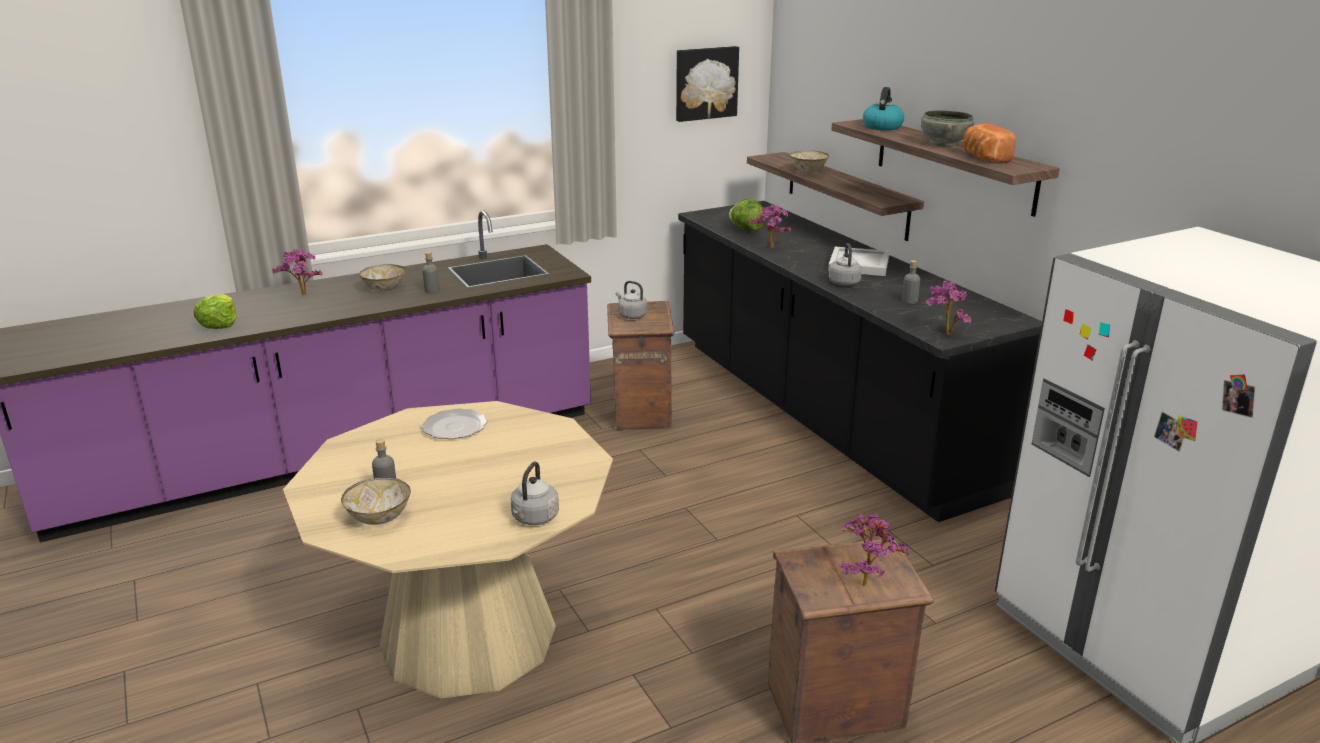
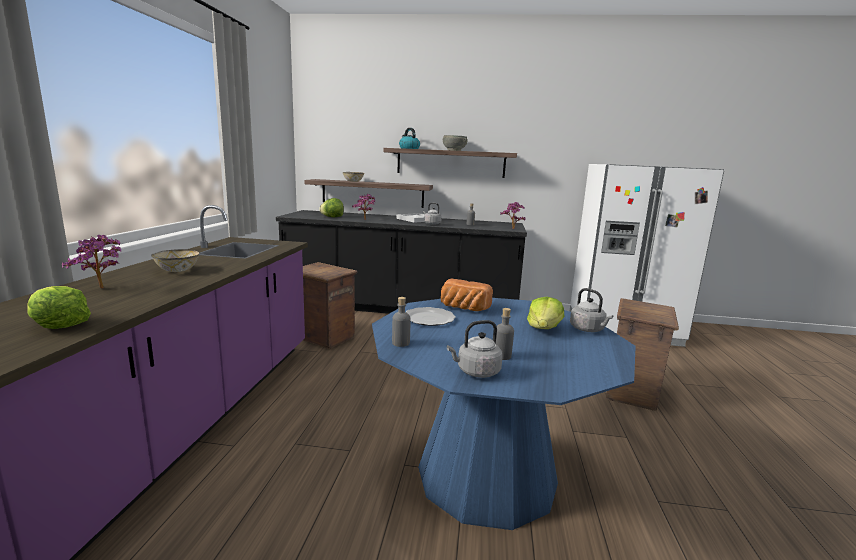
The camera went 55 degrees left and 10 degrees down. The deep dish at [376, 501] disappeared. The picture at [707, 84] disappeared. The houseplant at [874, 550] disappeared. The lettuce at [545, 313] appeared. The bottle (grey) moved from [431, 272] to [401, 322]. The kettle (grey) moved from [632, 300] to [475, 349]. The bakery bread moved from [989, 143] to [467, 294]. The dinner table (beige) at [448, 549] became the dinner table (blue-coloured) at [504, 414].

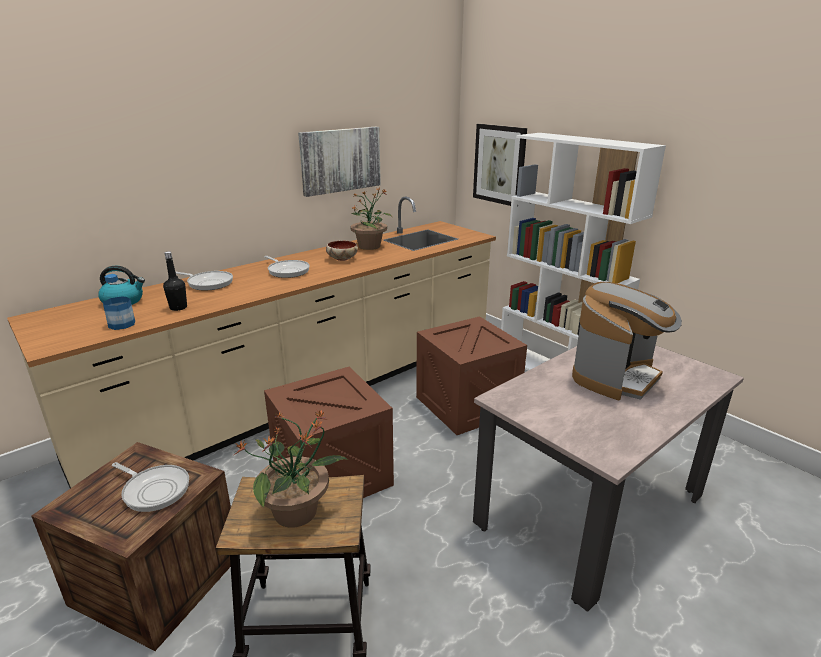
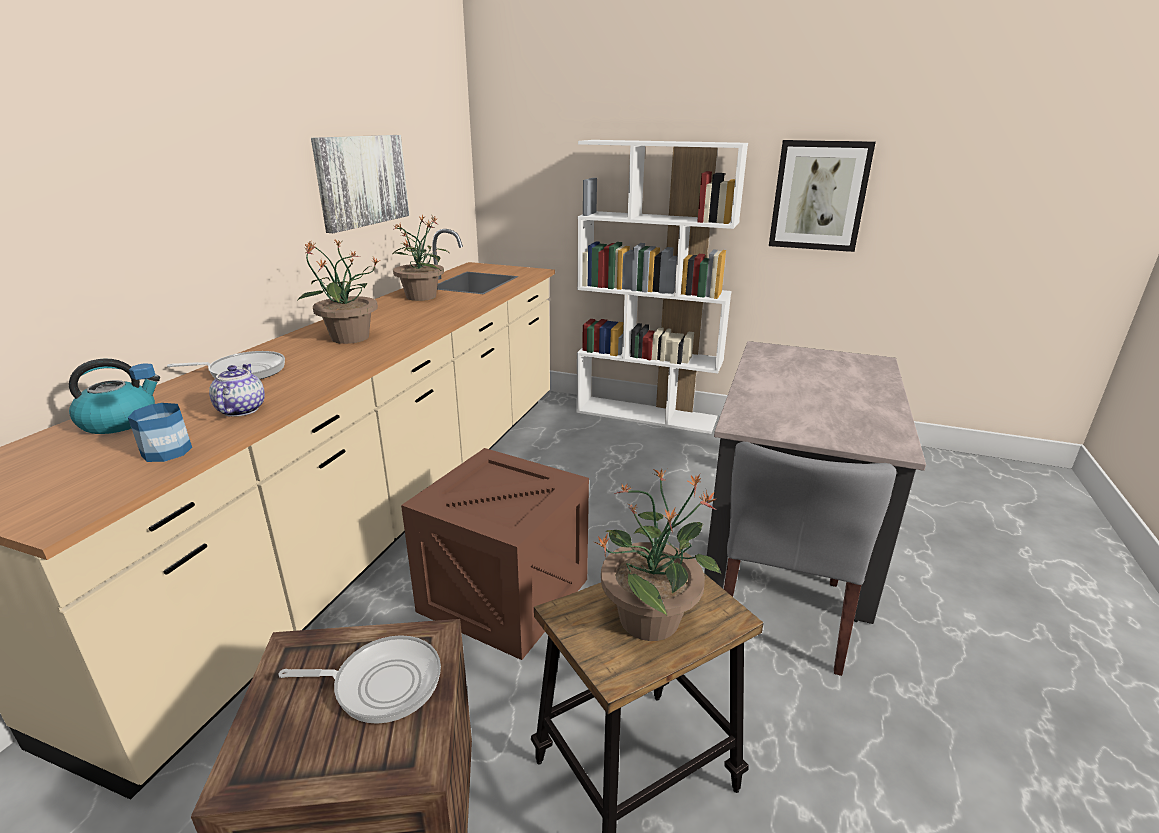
The camera went 30 degrees left and 0 degrees up. The deep dish at [342, 251] disappeared. The crate at [471, 375] disappeared. The coffee maker at [627, 341] disappeared. The plain chair (grey) at [810, 559] appeared. The picture moved from [500, 165] to [822, 196]. The bottle (blackish) at [175, 281] was replaced by the teapot at [237, 390]. The pan at [287, 267] was replaced by the houseplant at [338, 292].

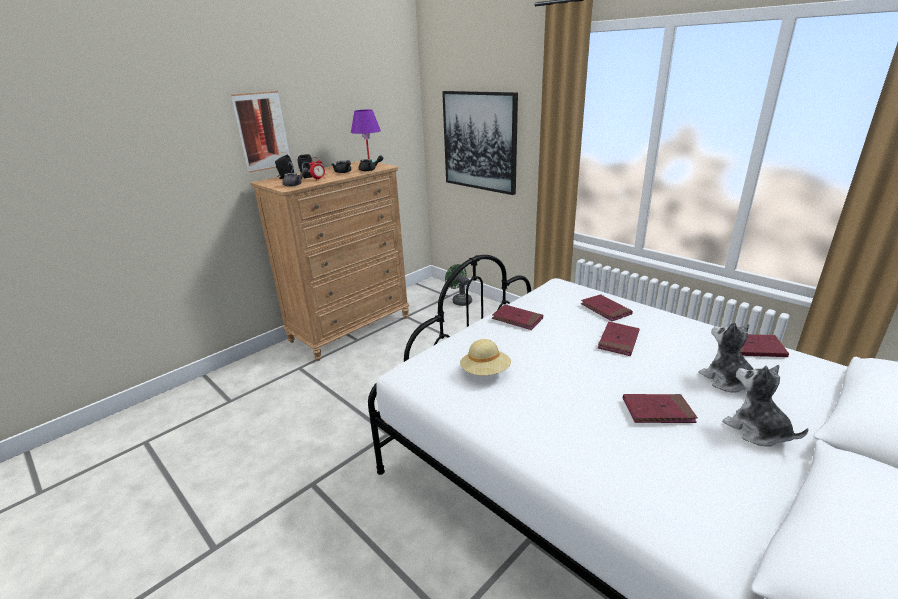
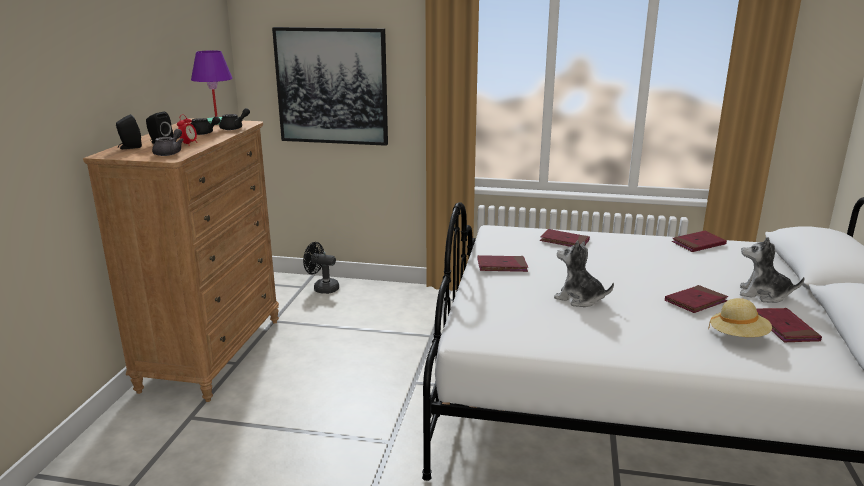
The camera went 35 degrees left and 5 degrees down. The picture at [260, 132] disappeared. The clothing hat (beige) moved from [485, 357] to [740, 317]. The bound book (reddish) moved from [619, 339] to [789, 325]. The plush toy moved from [726, 357] to [584, 273]. The electric fan (green-coloured) at [458, 285] became the electric fan (blackish) at [321, 268].

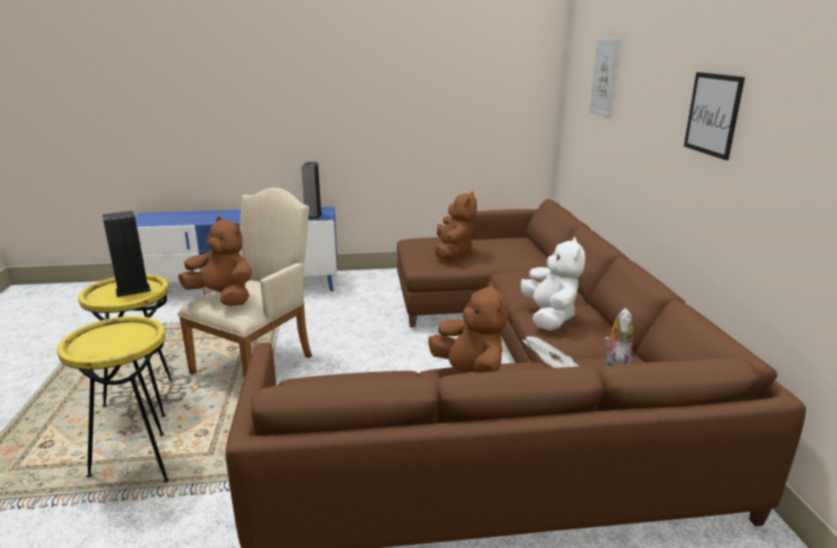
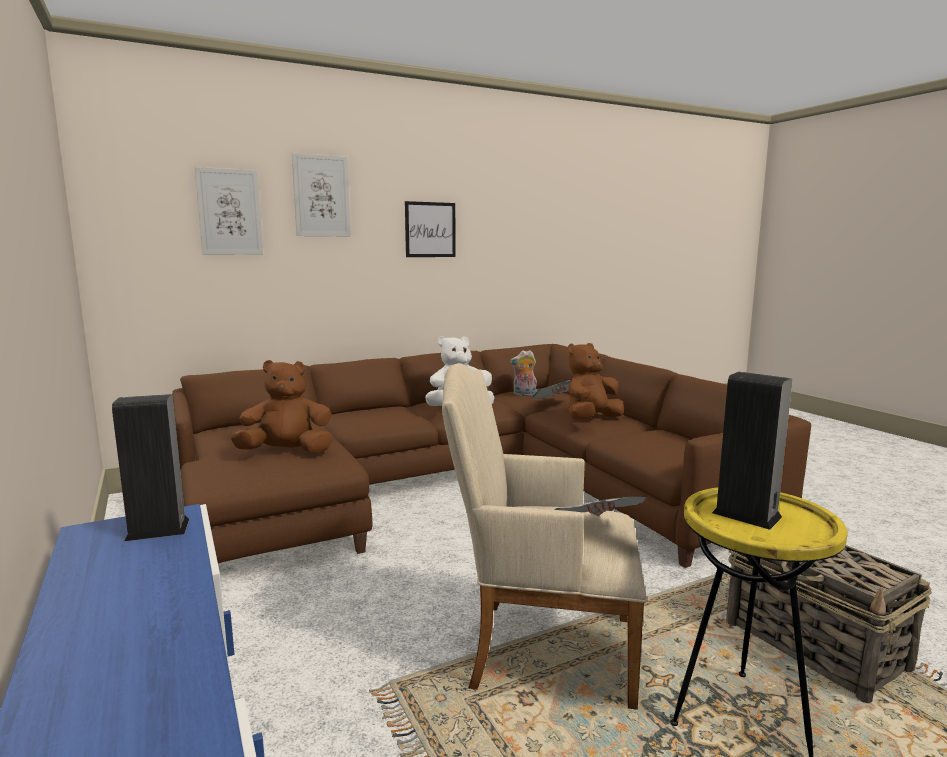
The camera went 110 degrees left and 10 degrees down. The picture at [321, 194] appeared. The end table (yellow) at [113, 399] was replaced by the household basket at [829, 624]. The plush toy (brownish) at [215, 261] was replaced by the daily paper at [600, 506].

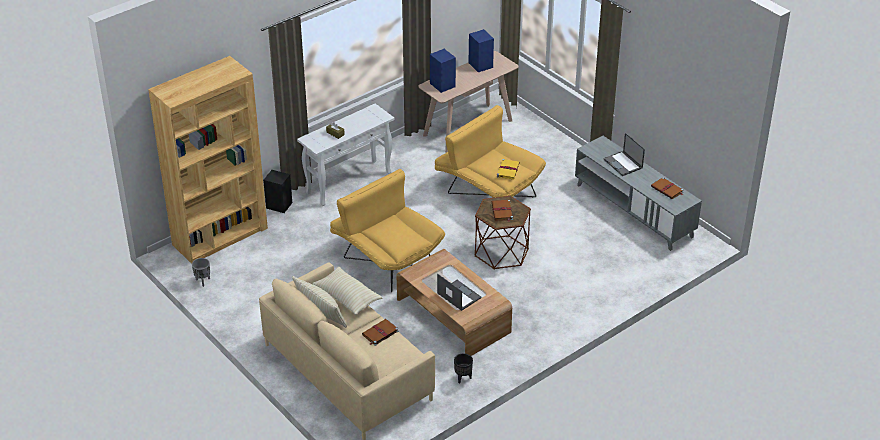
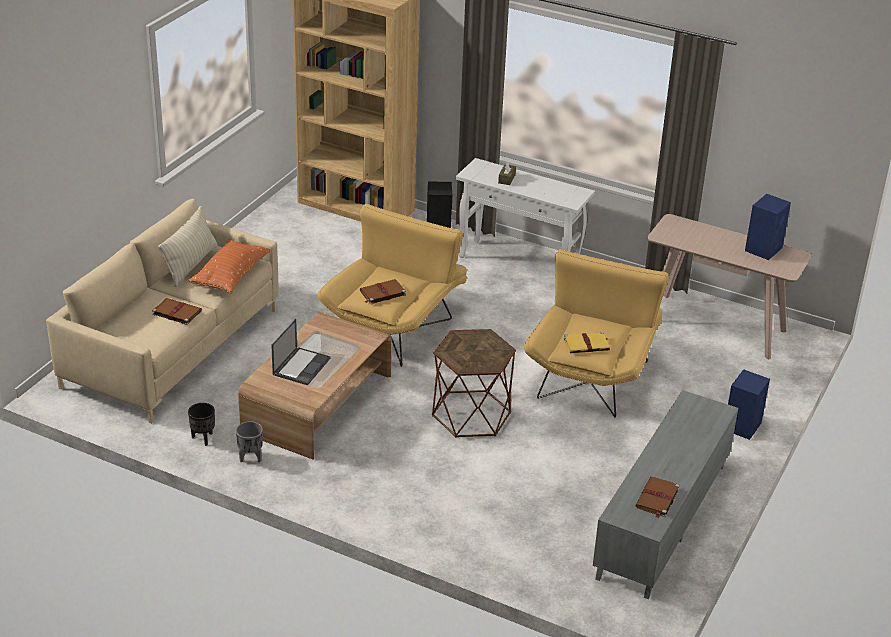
The camera went 65 degrees right and 5 degrees down. The portable computer at [624, 154] disappeared. The flower pot (grey) moved from [201, 272] to [249, 441]. The audio speaker (blue-coloured) moved from [443, 71] to [749, 404]. The bound book (brownish) moved from [502, 211] to [383, 292]. The throw pillow (beige) at [347, 291] became the throw pillow (orangey) at [230, 266].

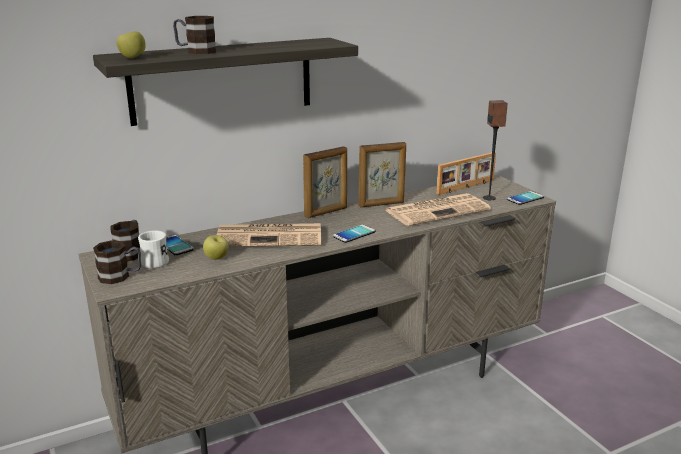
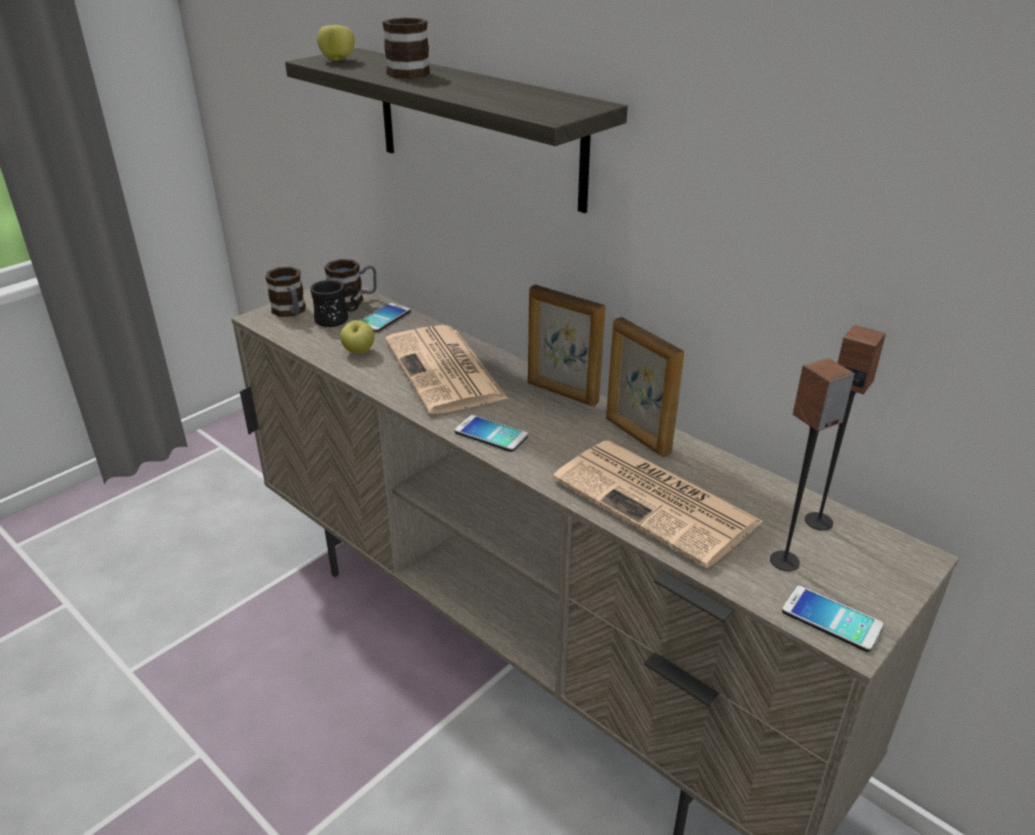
The camera went 70 degrees right and 10 degrees up. The standing frame at [466, 173] was replaced by the audio speaker at [845, 428]. The mug (white) at [153, 249] became the mug (blackish) at [334, 303].

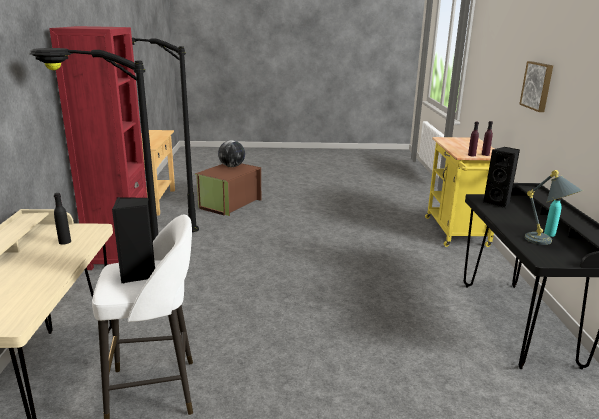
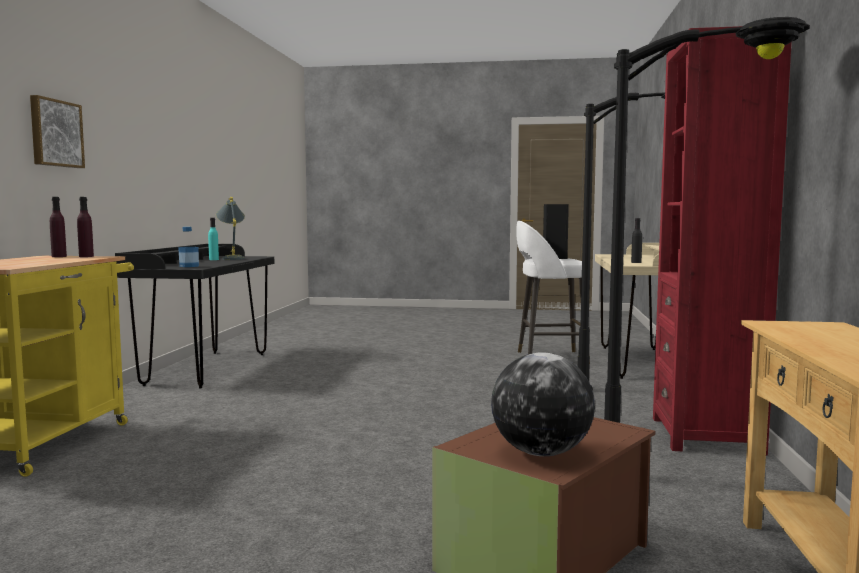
The camera went 170 degrees left and 15 degrees down. The audio speaker (blackish) at [501, 177] was replaced by the bottle at [188, 247].

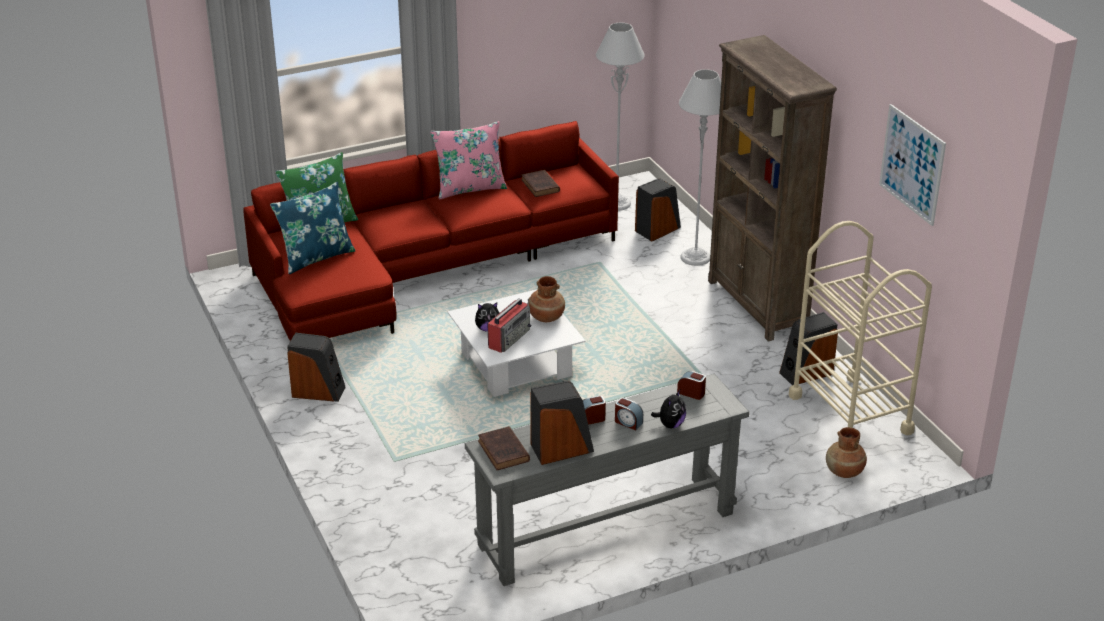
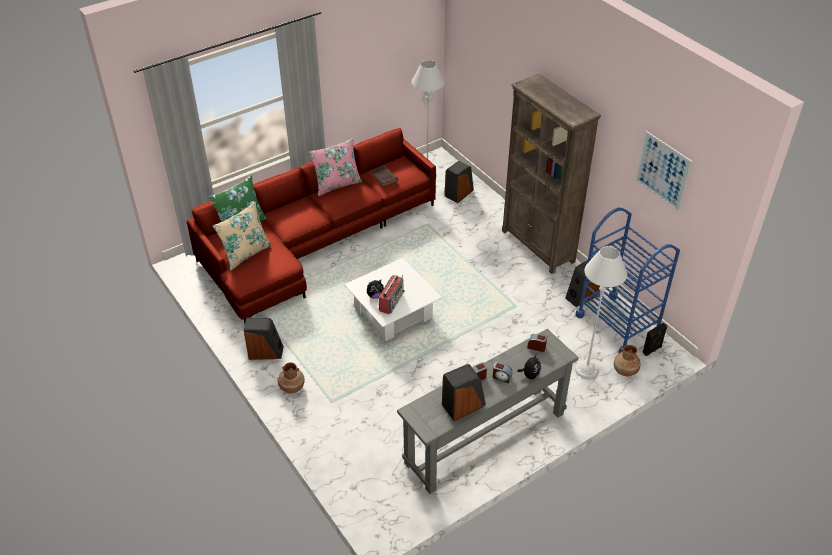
The camera went 10 degrees left and 10 degrees up. The bound book (brownish) at [504, 448] disappeared. The audio speaker (blackish) at [654, 339] appeared. The flower vase (brownish) moved from [547, 299] to [291, 377]. The standing lamp (grey) moved from [700, 167] to [601, 312]. The throw pillow (blue-coloured) at [313, 228] became the throw pillow (beige) at [242, 236]. The wheeled cart (beige) at [860, 328] became the wheeled cart (blue-coloured) at [627, 280].

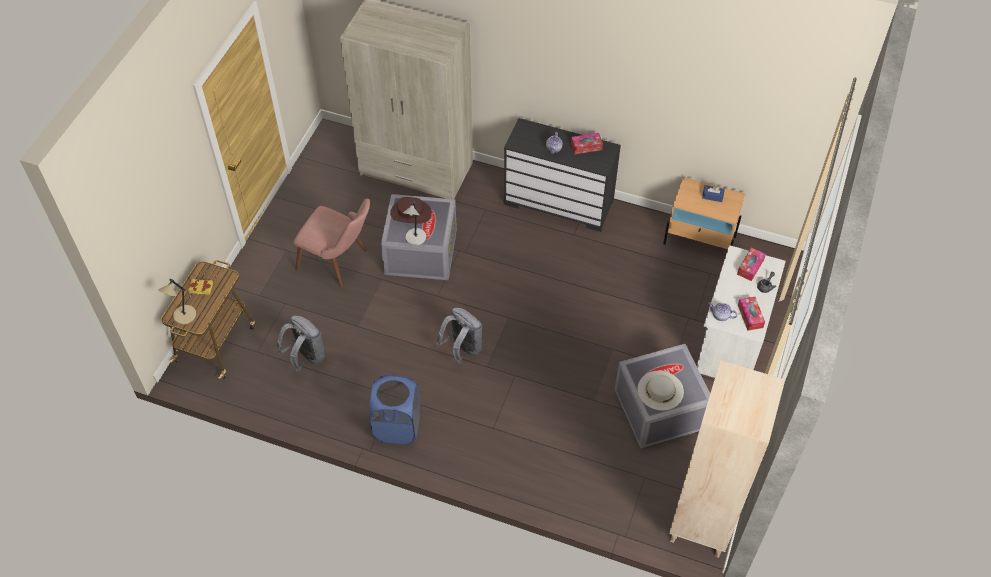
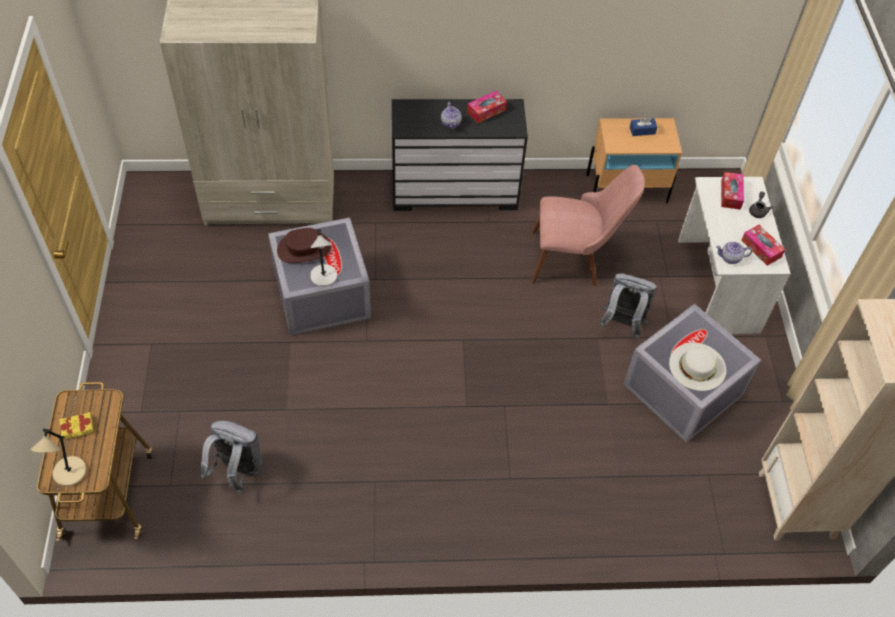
The camera went 25 degrees left and 0 degrees up. The hamper (blue-coloured) at [394, 409] disappeared. The plain chair (pinkish) moved from [331, 243] to [588, 225]. The rucksack (grey) moved from [459, 335] to [628, 306].

